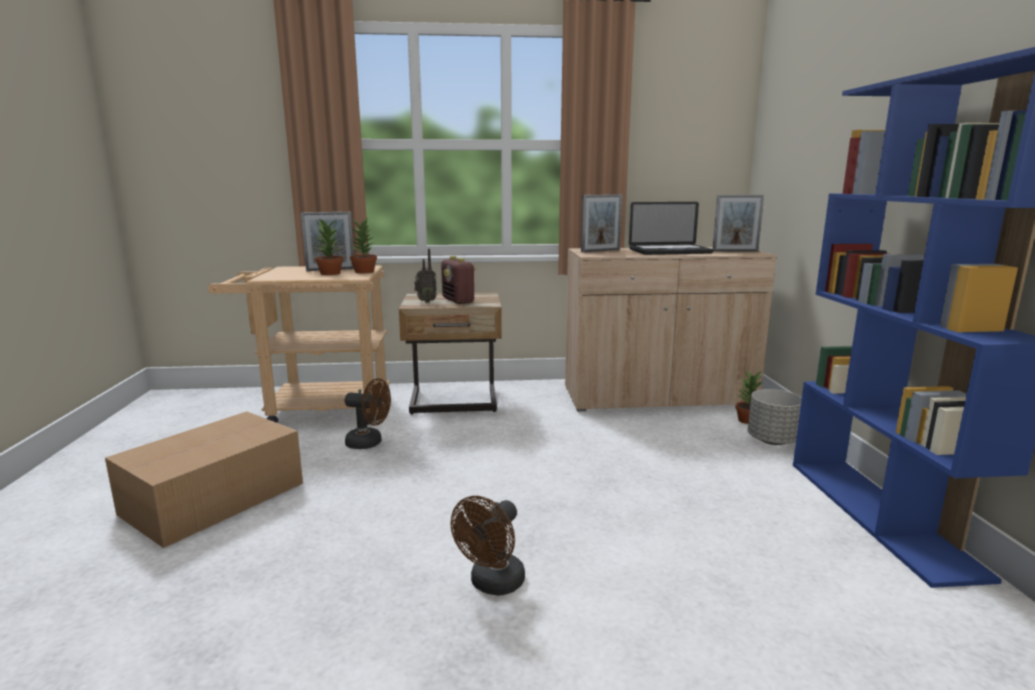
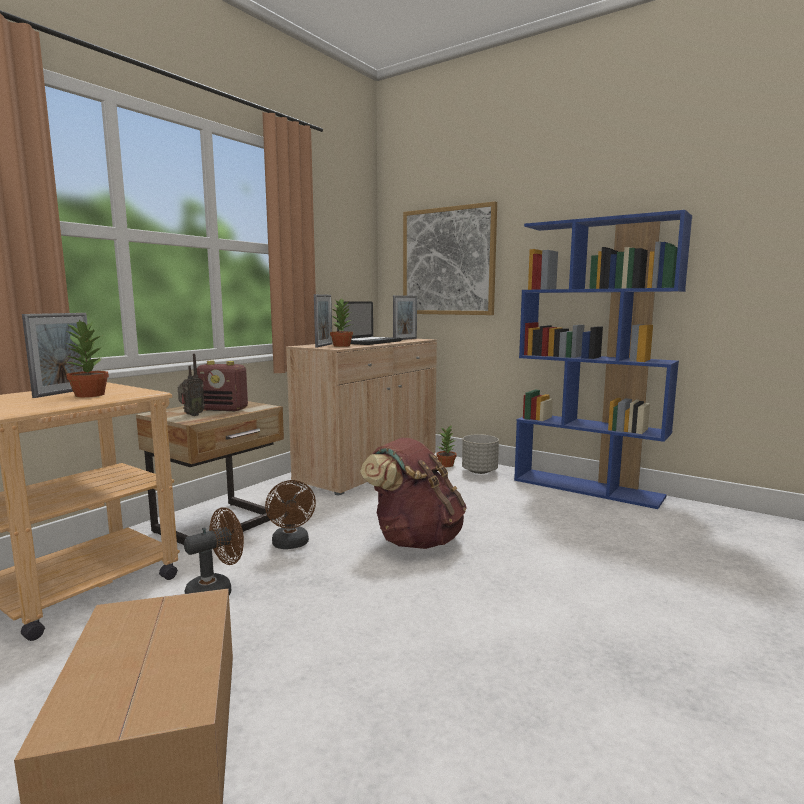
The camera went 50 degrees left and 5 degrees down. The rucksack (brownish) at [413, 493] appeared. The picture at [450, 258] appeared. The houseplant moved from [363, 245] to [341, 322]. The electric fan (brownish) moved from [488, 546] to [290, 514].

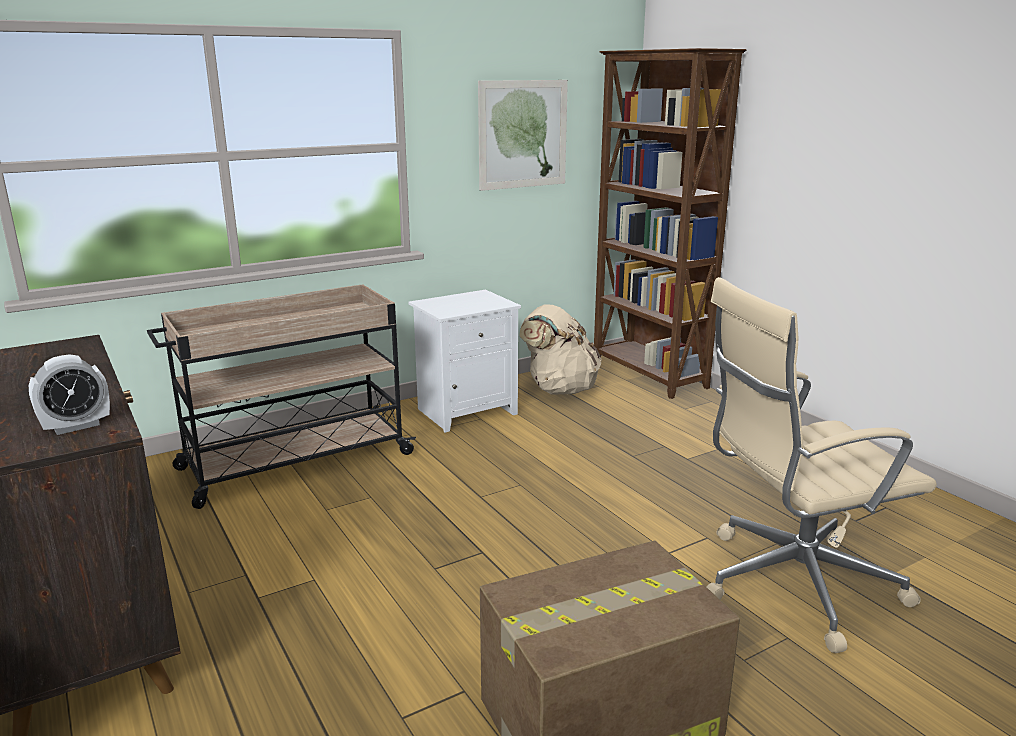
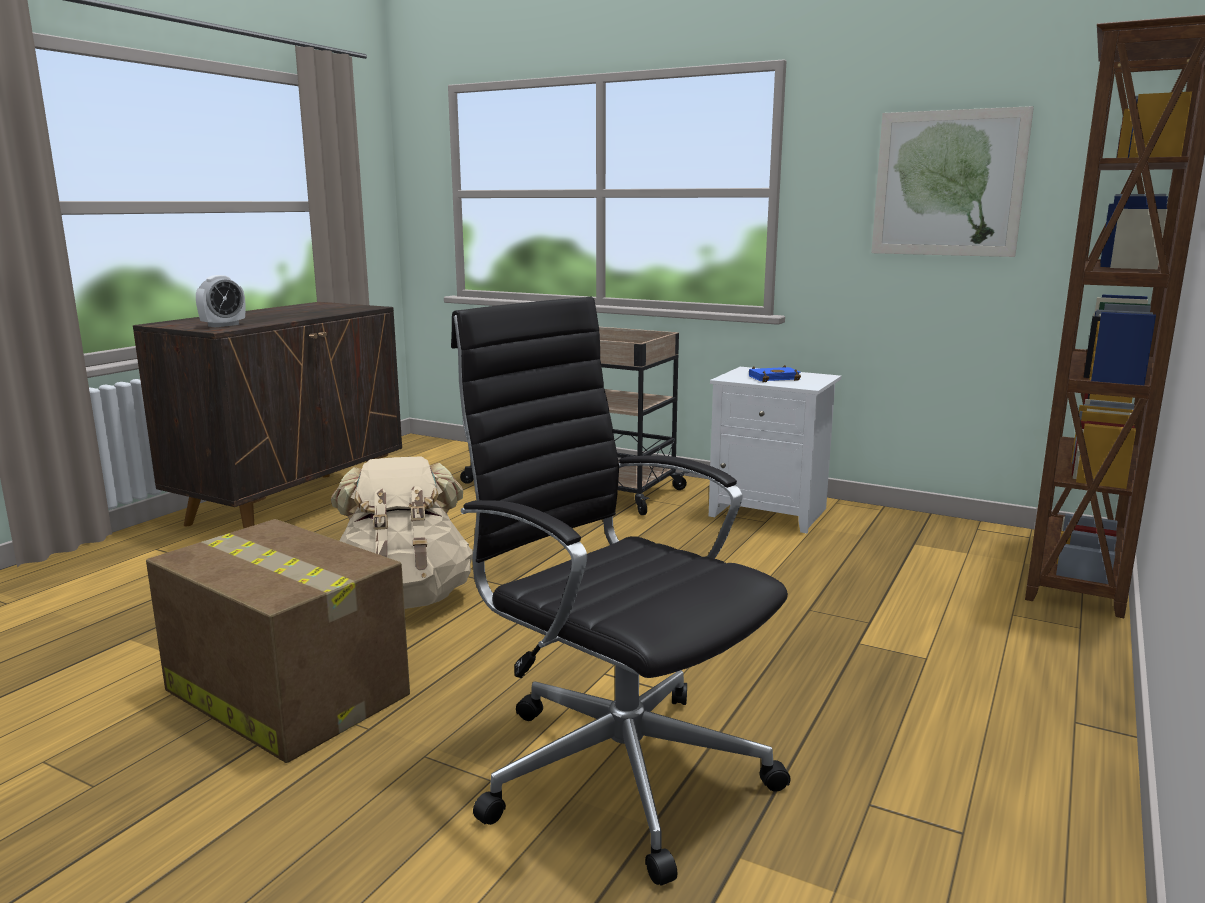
The camera went 60 degrees right and 5 degrees down. The bound book (blue-coloured) at [775, 373] appeared. The rucksack (beige) moved from [560, 349] to [402, 532]. The desk chair (beige) at [822, 465] became the desk chair (blackish) at [621, 591]. The bedside clock at [69, 394] turned 75 degrees counterclockwise.

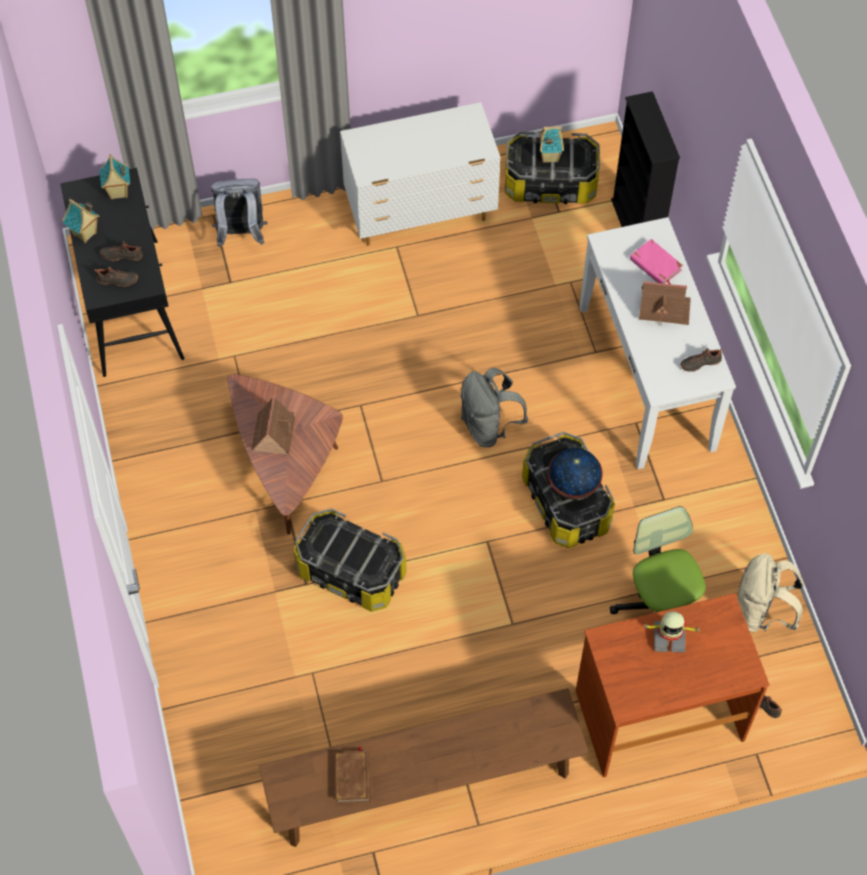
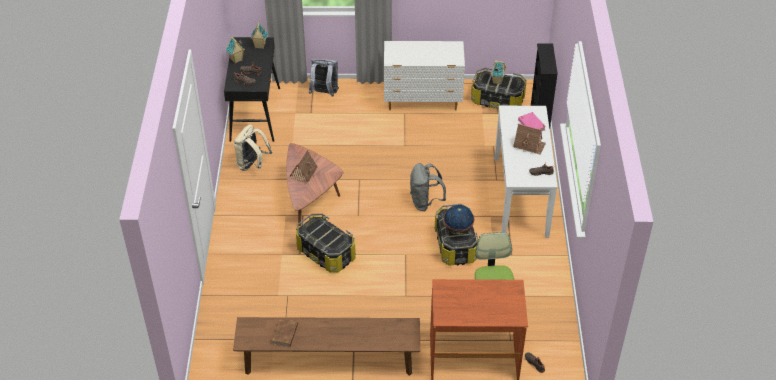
The camera went 15 degrees right and 15 degrees down. The toy robot at [672, 632] disappeared. The rucksack (beige) moved from [771, 592] to [253, 148].

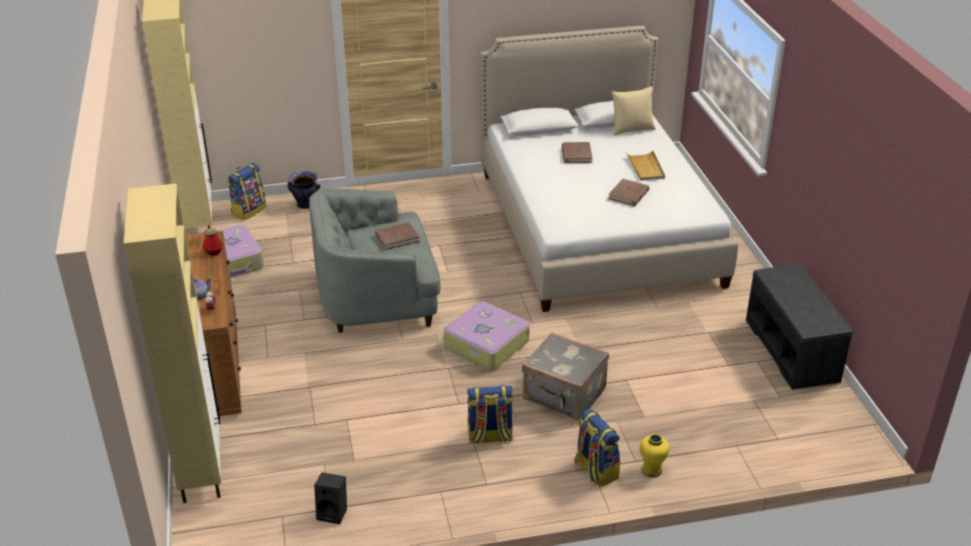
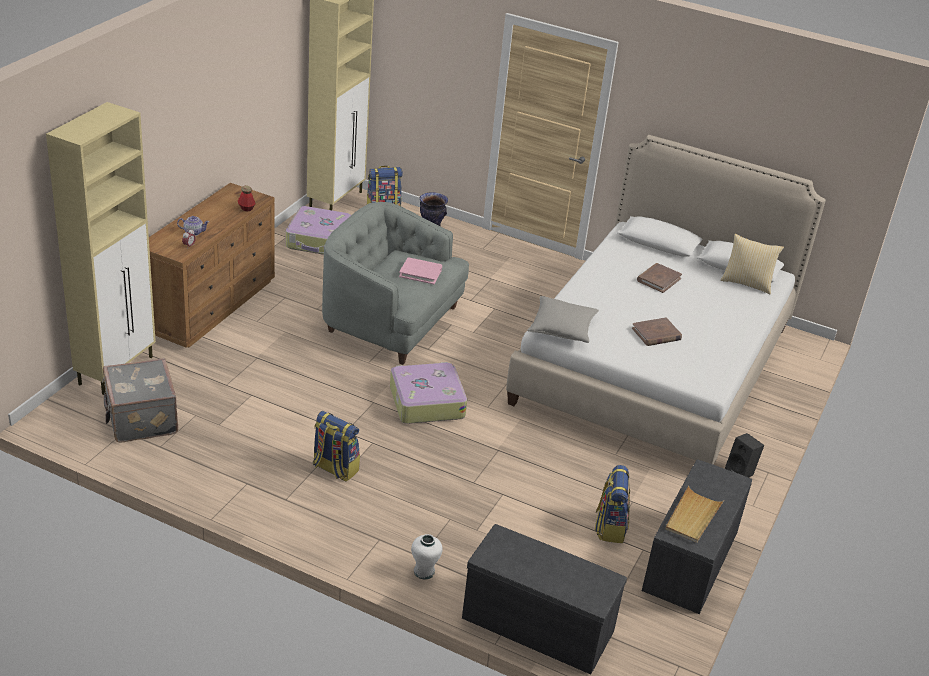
The camera went 35 degrees right and 0 degrees up. The bench (grey) at [544, 599] appeared. The throw pillow (grey) at [563, 319] appeared. The audio speaker (blackish) moved from [330, 498] to [744, 455]. The piece of luggage (grey) moved from [565, 376] to [140, 400]. The rucksack moved from [597, 448] to [612, 504]. The carrying tray (beige) moved from [645, 165] to [694, 514]. The bound book (brownish) at [397, 236] became the bound book (pinkish) at [420, 270]. The flower vase (yellow) at [655, 456] became the flower vase (white) at [427, 557].

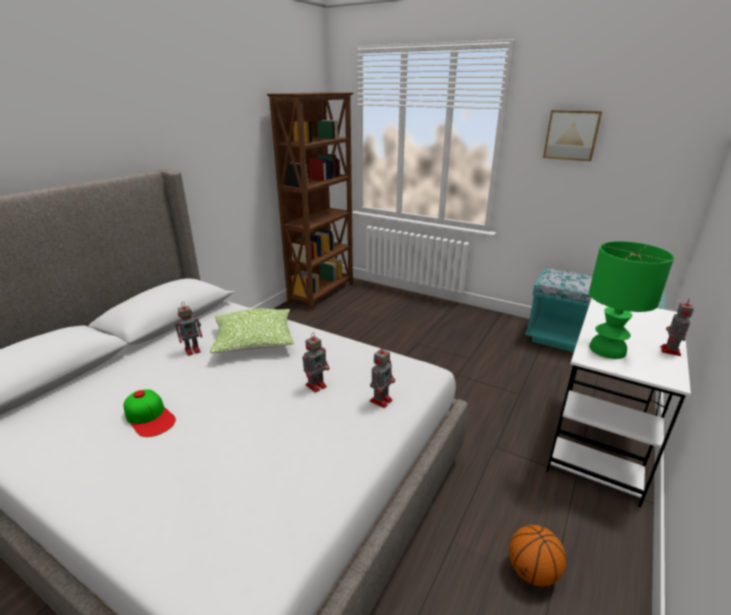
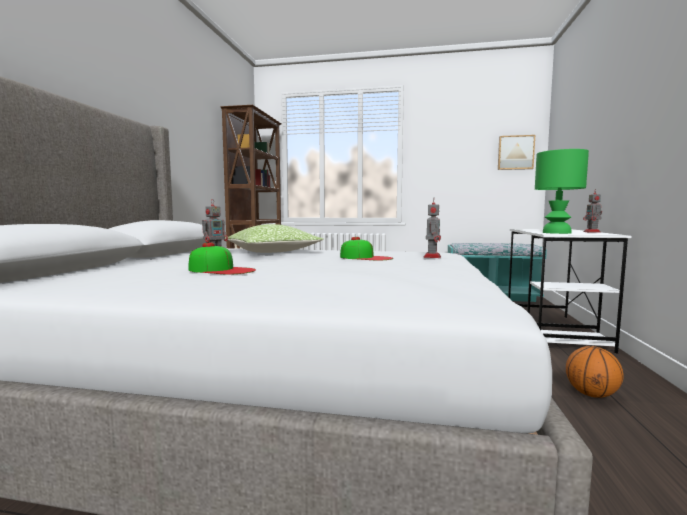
The camera went 20 degrees left and 20 degrees down. The picture moved from [572, 135] to [516, 152]. The toy robot at [316, 363] was replaced by the cap at [366, 249].

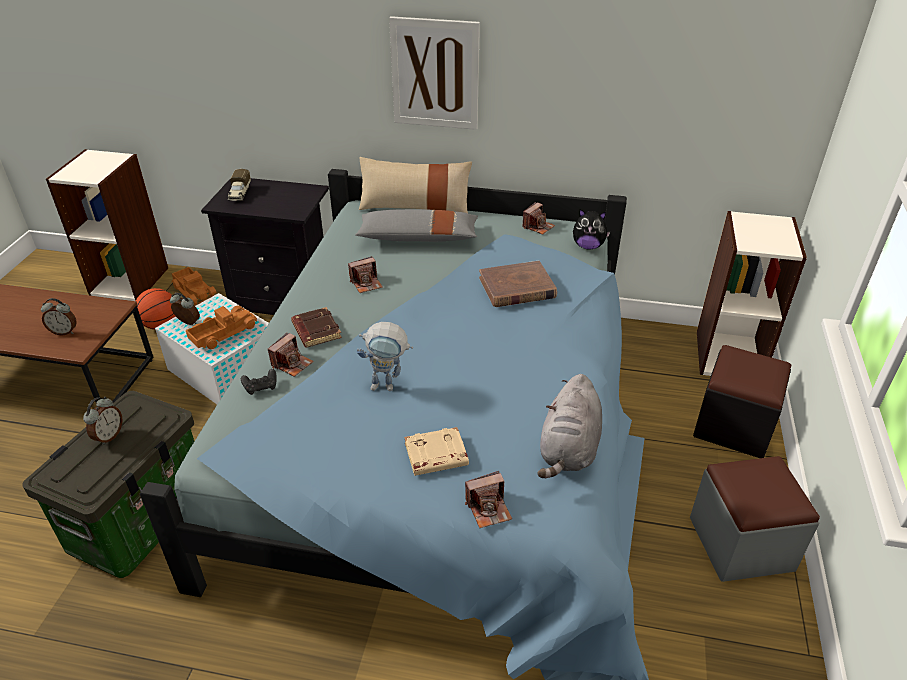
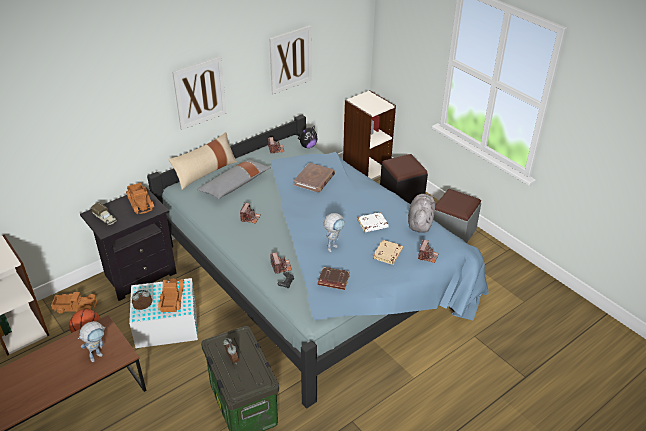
The camera went 50 degrees left and 0 degrees up. The model truck at [140, 198] appeared. The picture at [290, 59] appeared. The bound book (white) at [373, 222] appeared. The bound book (brownish) moved from [316, 327] to [334, 278]. The bedside clock at [59, 317] was replaced by the toy robot at [92, 341]. The plush toy (grey) at [569, 426] turned 135 degrees counterclockwise.

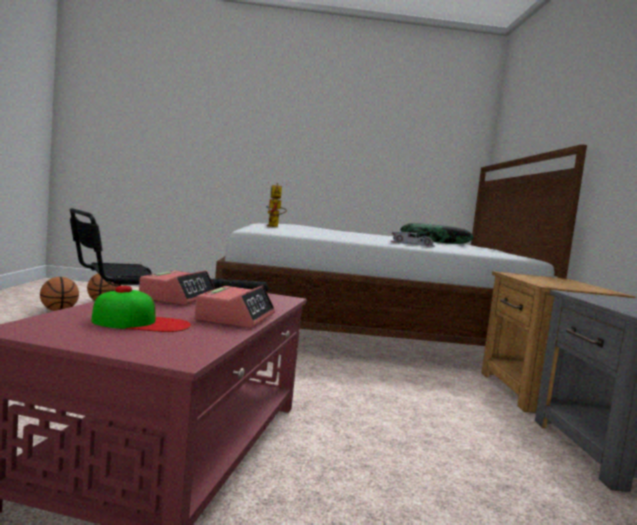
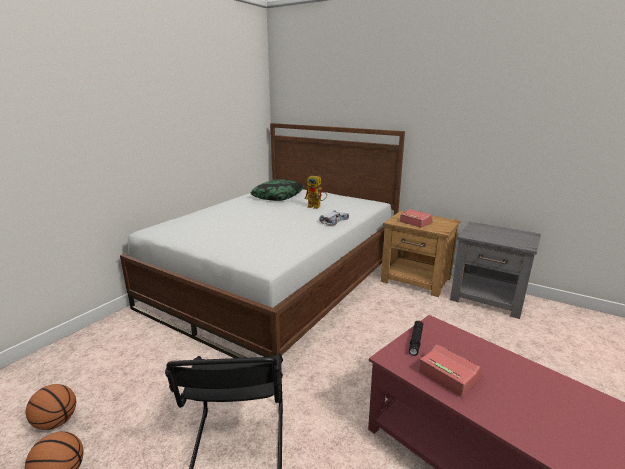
The camera went 55 degrees left and 15 degrees up. The cap at [141, 309] disappeared. The bedside clock moved from [235, 306] to [416, 218]. The toy robot moved from [277, 205] to [316, 192].

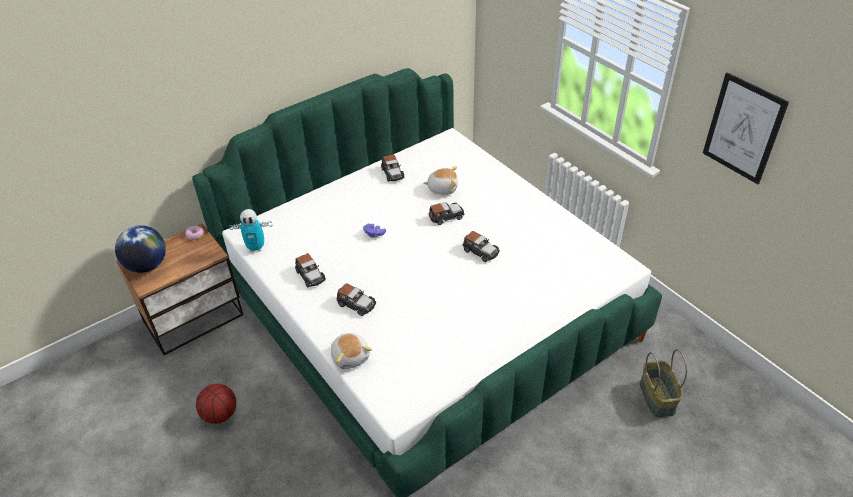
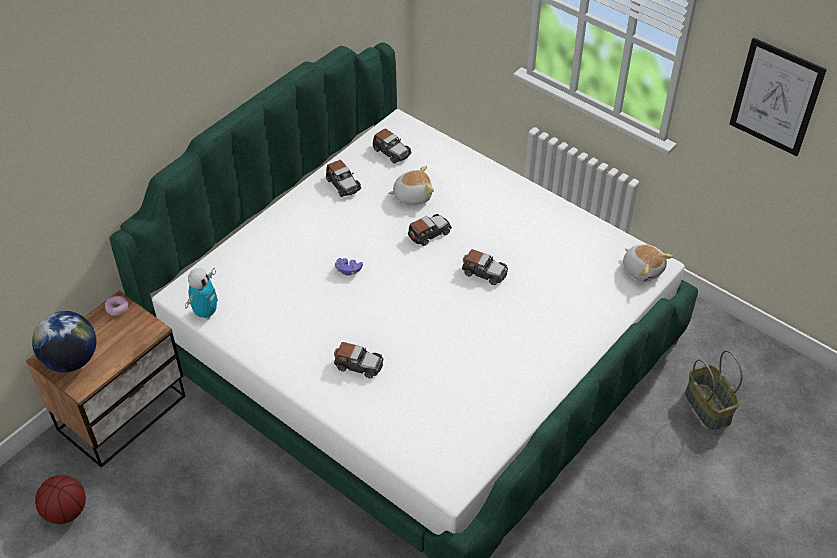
The camera went 15 degrees left and 5 degrees up. The ball for basketball moved from [216, 404] to [60, 499]. The miniature car moved from [310, 270] to [392, 145]. The plush toy moved from [351, 351] to [648, 263]. The toy robot at [251, 230] turned 45 degrees counterclockwise.

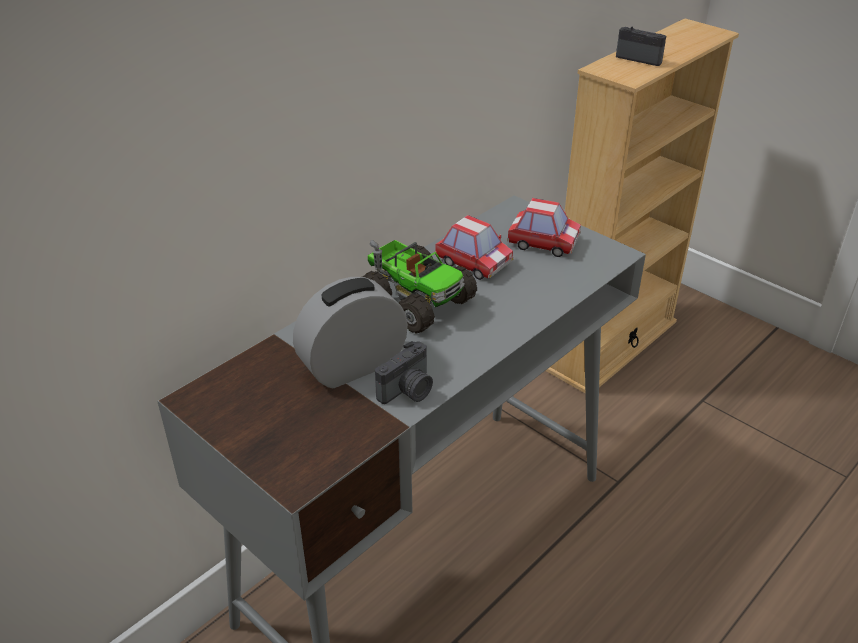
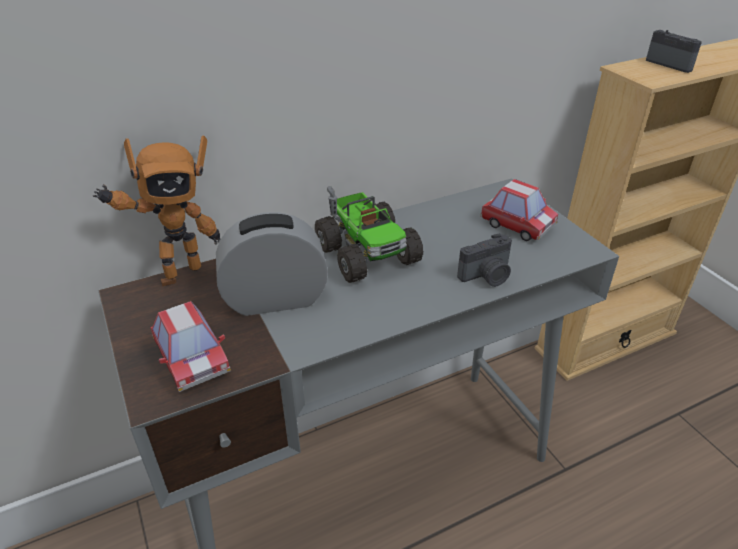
The camera went 20 degrees right and 0 degrees up. The toy robot at [156, 211] appeared. The photo camera moved from [404, 372] to [484, 260]. The miniature car moved from [474, 247] to [190, 346].

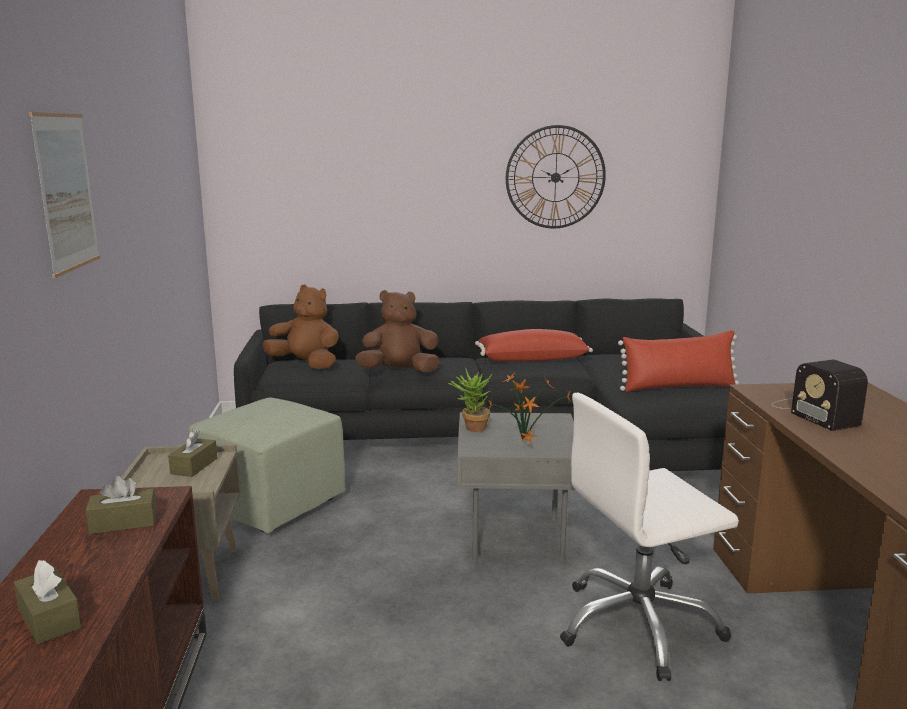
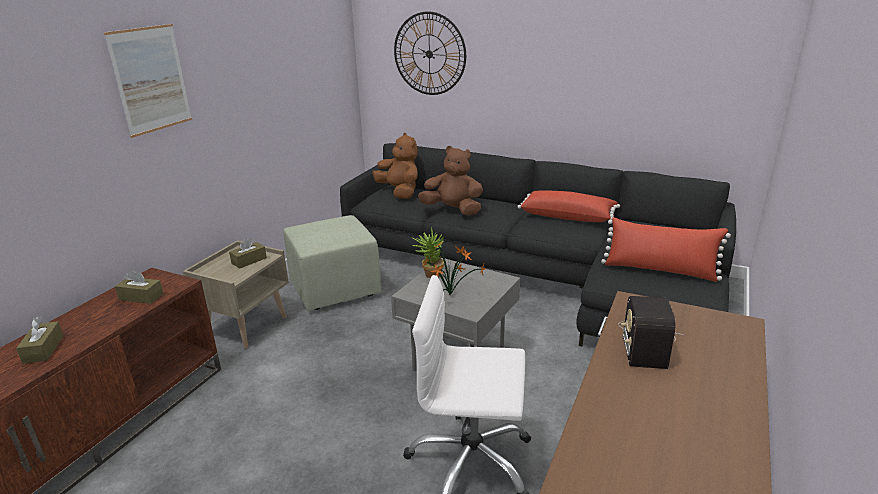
The camera went 30 degrees right and 10 degrees up. The clock on the wall moved from [556, 176] to [430, 53].

